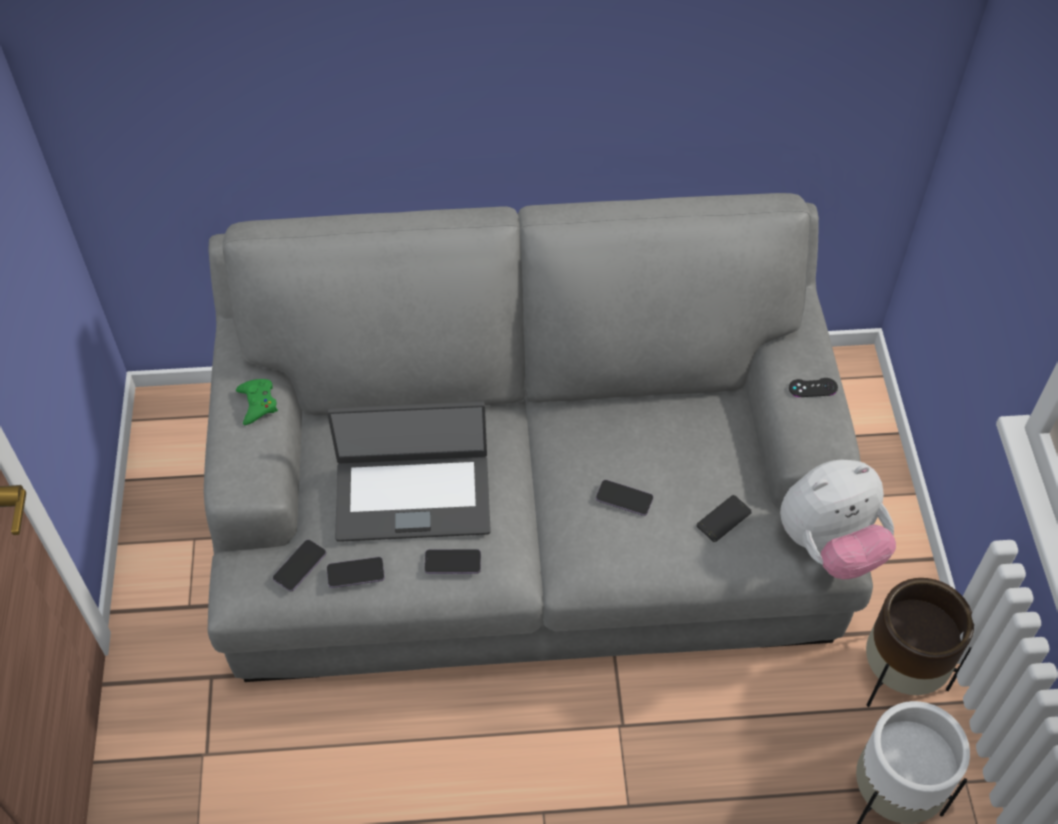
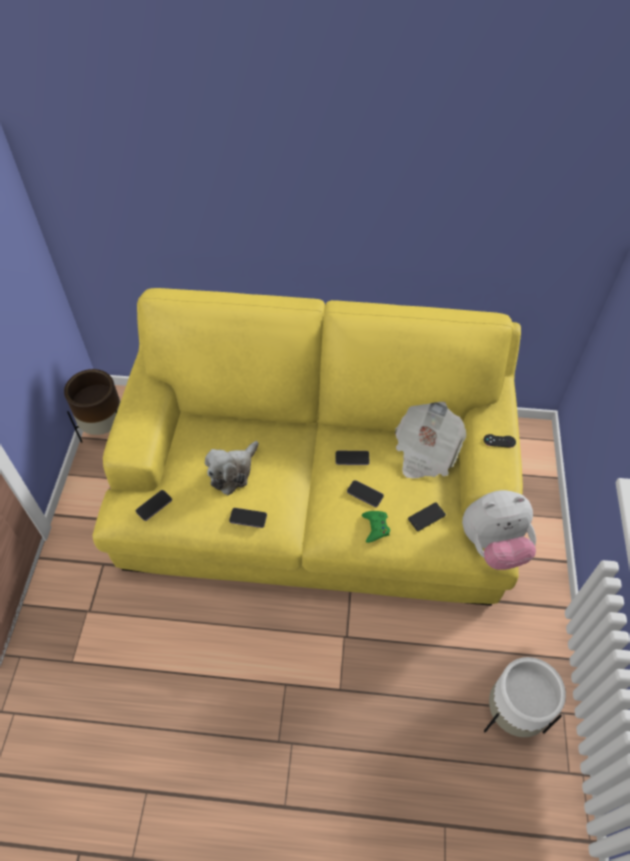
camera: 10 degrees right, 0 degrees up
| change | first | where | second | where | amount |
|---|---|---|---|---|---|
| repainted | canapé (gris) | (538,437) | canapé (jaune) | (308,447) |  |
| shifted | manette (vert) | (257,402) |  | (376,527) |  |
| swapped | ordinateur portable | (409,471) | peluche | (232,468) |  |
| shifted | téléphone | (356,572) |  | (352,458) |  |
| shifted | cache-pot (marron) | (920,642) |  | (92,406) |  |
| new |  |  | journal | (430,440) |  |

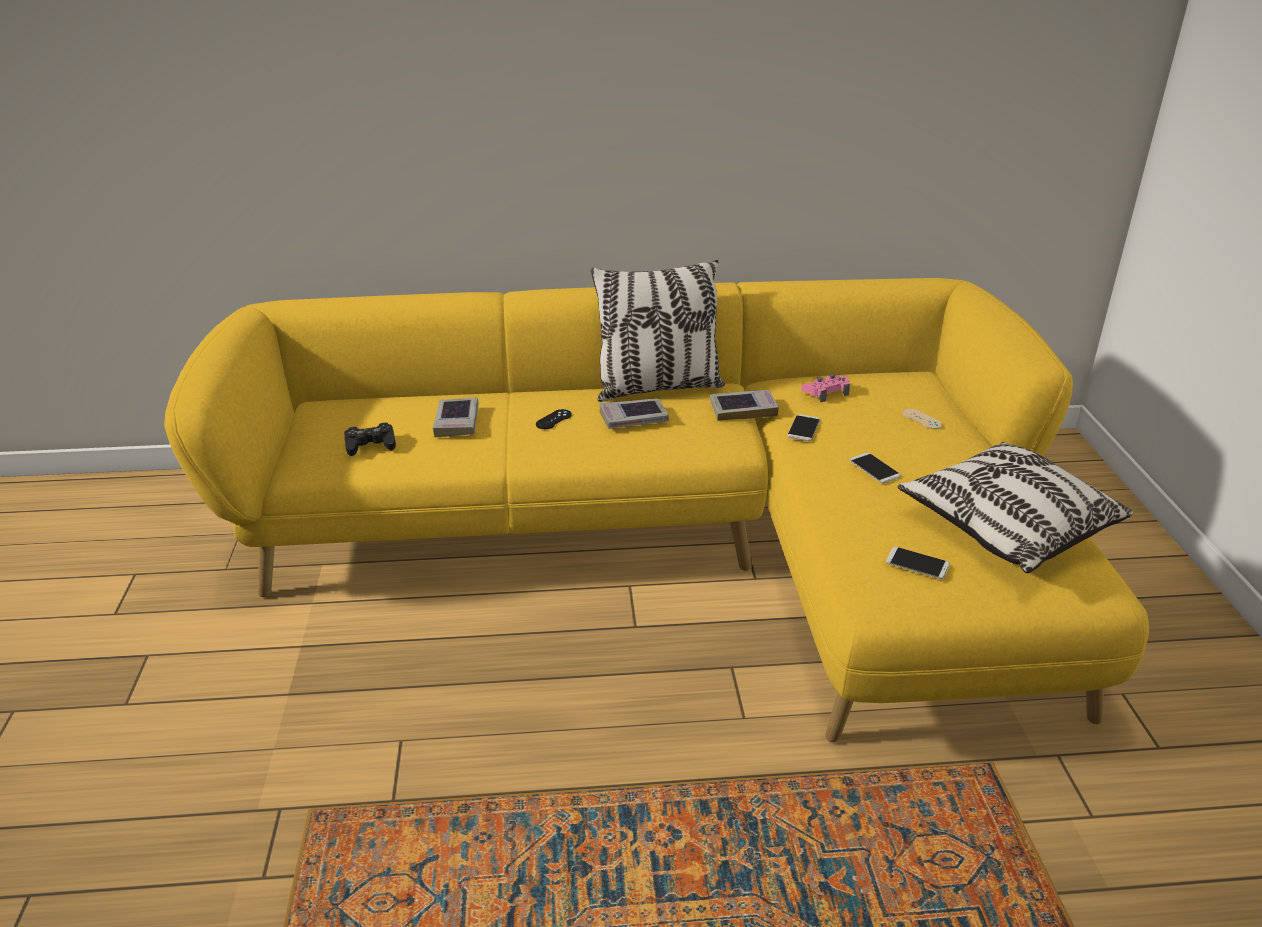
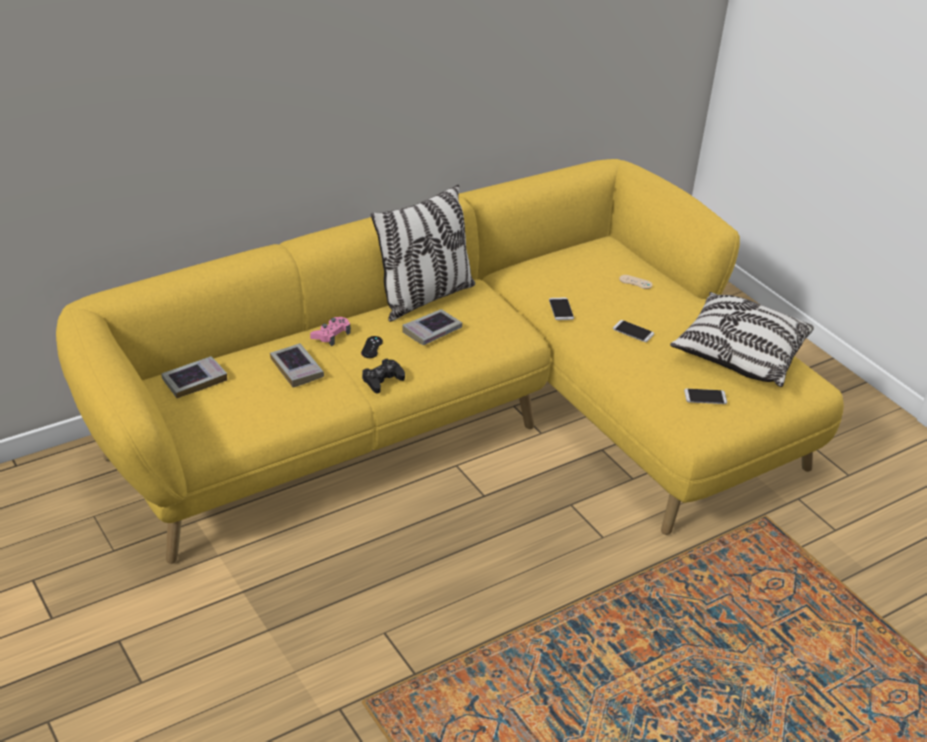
camera: 30 degrees left, 5 degrees up
| change | first | where | second | where | amount |
|---|---|---|---|---|---|
| shifted | manette (noir) | (370,439) |  | (383,376) |  |
| shifted | livre | (744,405) |  | (194,377) |  |
| shifted | manette (rose) | (825,388) |  | (330,331) |  |

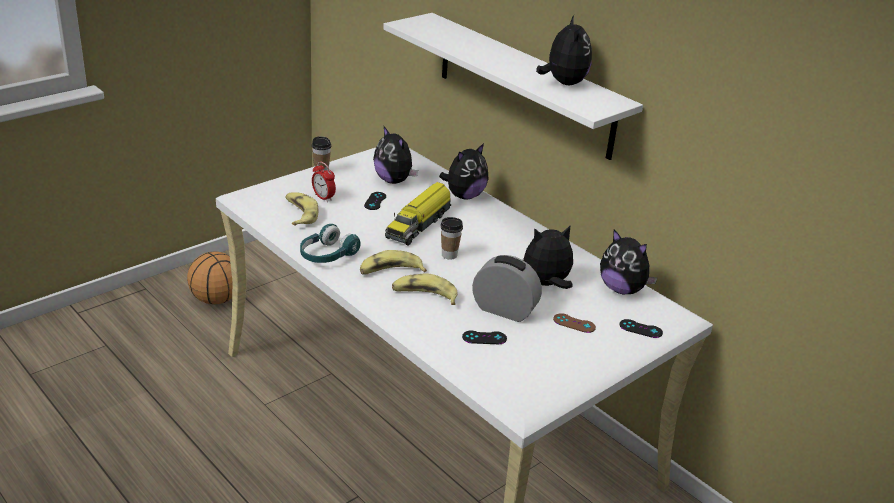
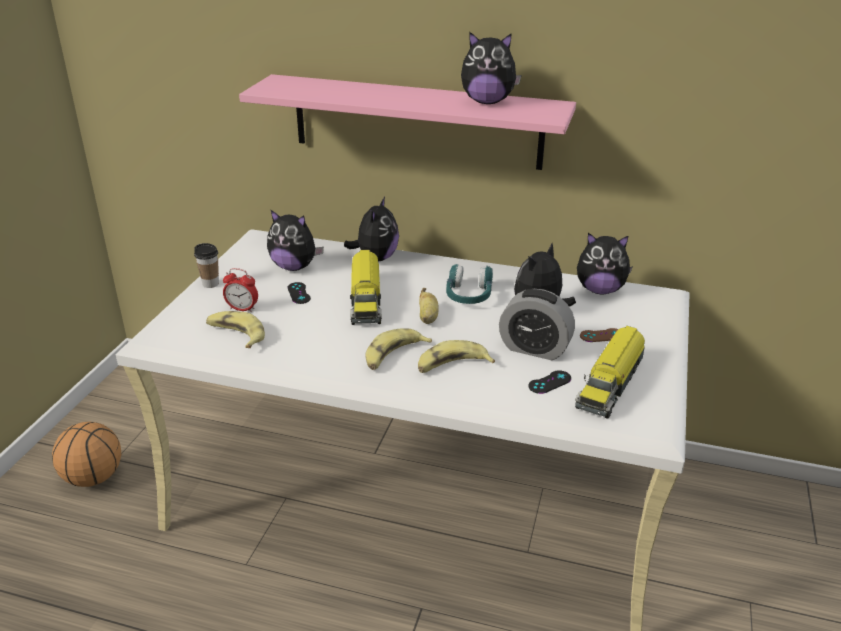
camera: 30 degrees left, 0 degrees up
| change | first | where | second | where | amount |
|---|---|---|---|---|---|
| shifted | casque audio (turquoise) | (330,243) |  | (469,284) |  |
| repainted | étagère (blanc) | (513,86) | étagère (rose) | (407,122) |  |
| swapped | tasse | (451,238) | banane | (429,306) |  |
| rotated | réveil | (507,288) |  | (537,324) | 150 degrees counterclockwise |
| rotated | peluche | (564,50) |  | (491,67) | 135 degrees clockwise |
| gone | manette (noir) | (641,328) |  |  |  |
| new |  |  | camion jouet | (610,372) |  |

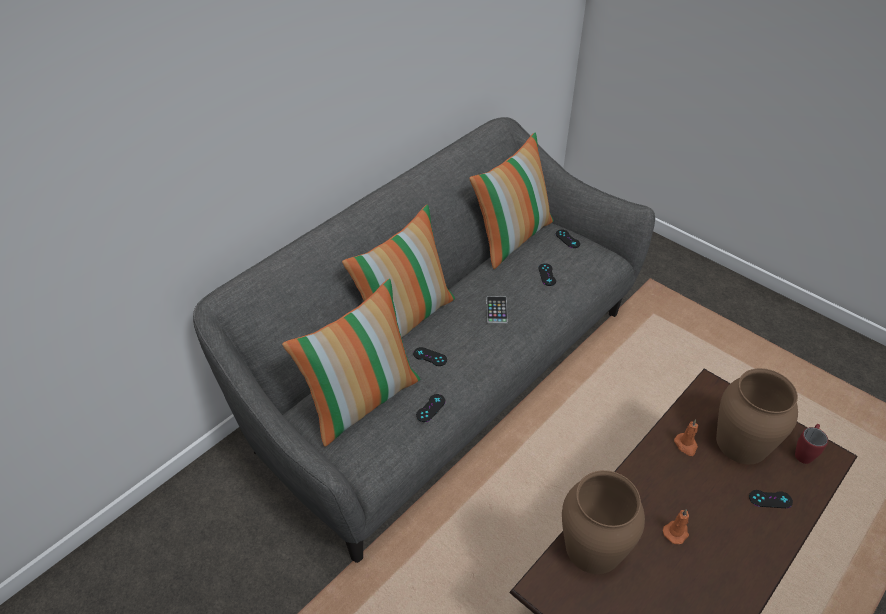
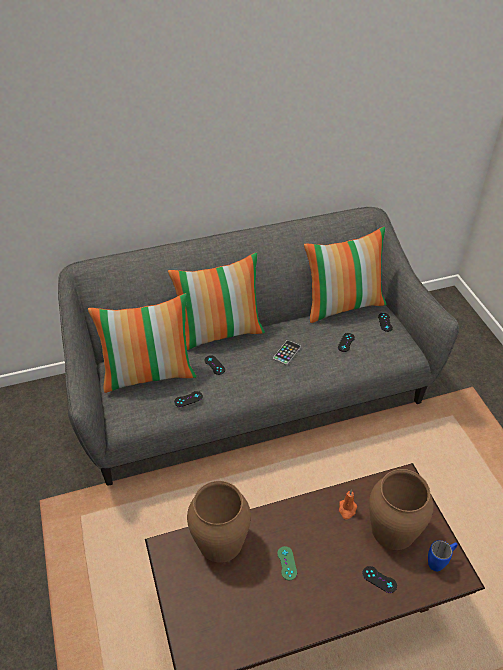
camera: 30 degrees right, 0 degrees up
| change | first | where | second | where | amount |
|---|---|---|---|---|---|
| swapped | bougie (orange) | (676,526) | manette (vert) | (287,563) |  |
| repainted | mug (rouge) | (811,444) | mug (bleu) | (443,555) |  |

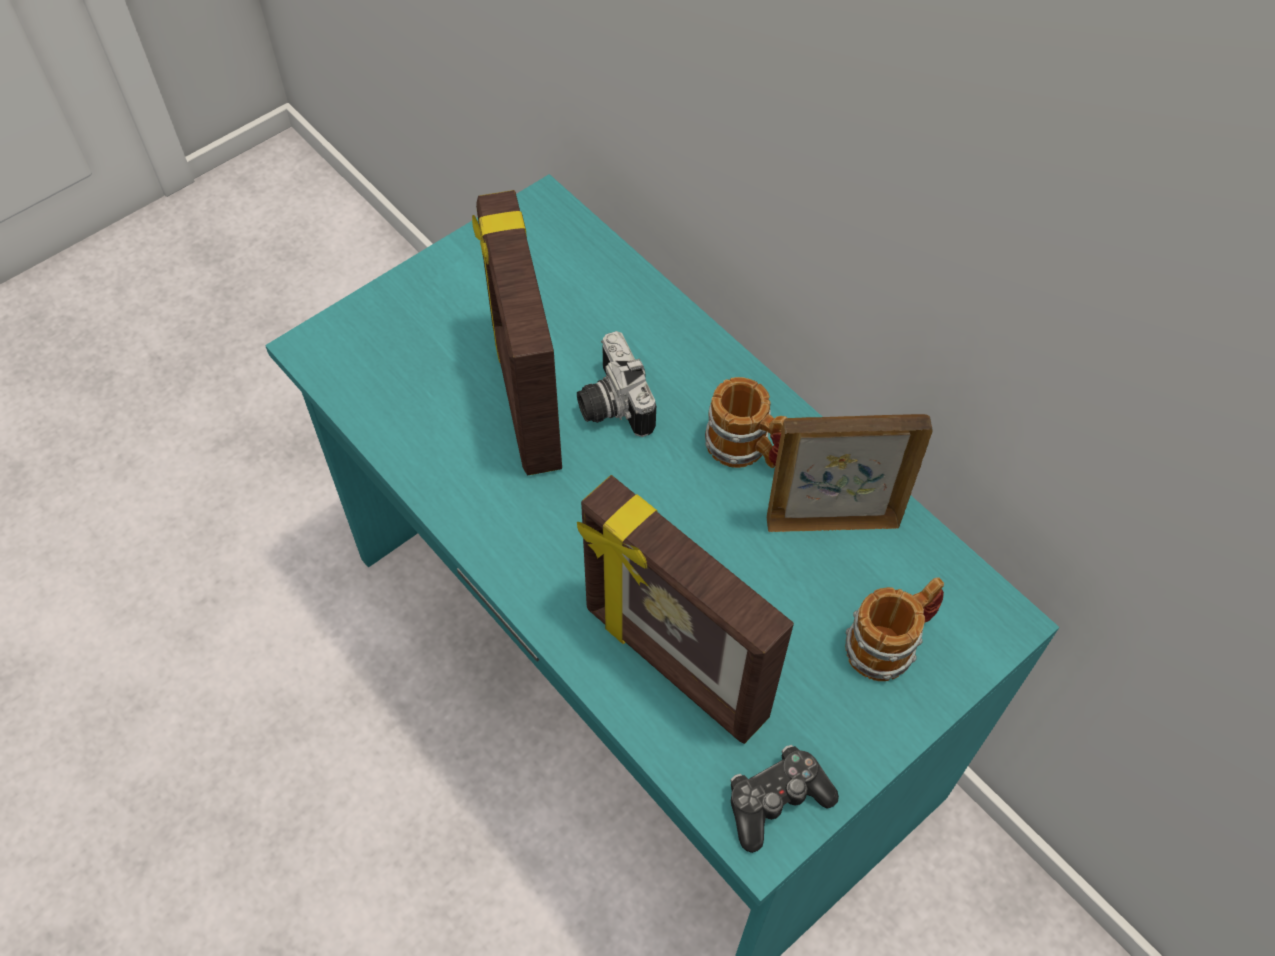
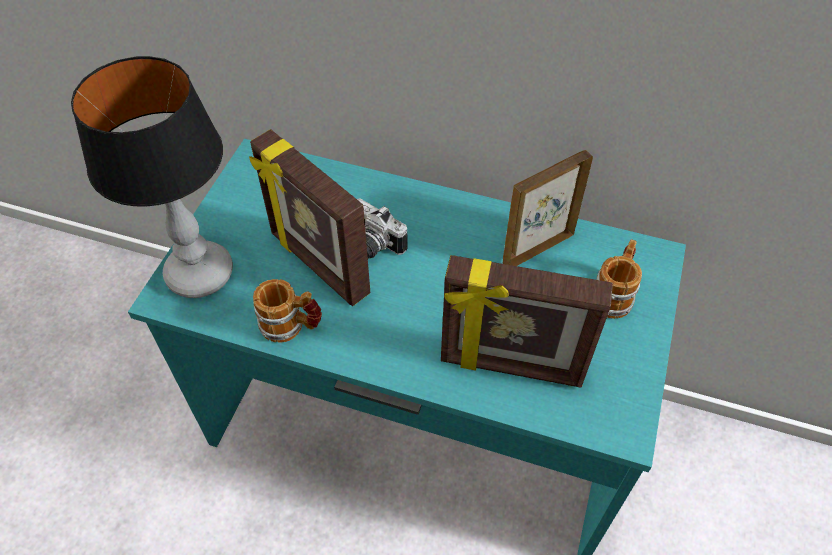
camera: 30 degrees left, 5 degrees down
| change | first | where | second | where | amount |
|---|---|---|---|---|---|
| shifted | mug | (746,422) |  | (287,311) |  |
| gone | manette | (784,799) |  |  |  |
| new |  |  | lampe de table | (152,177) |  |

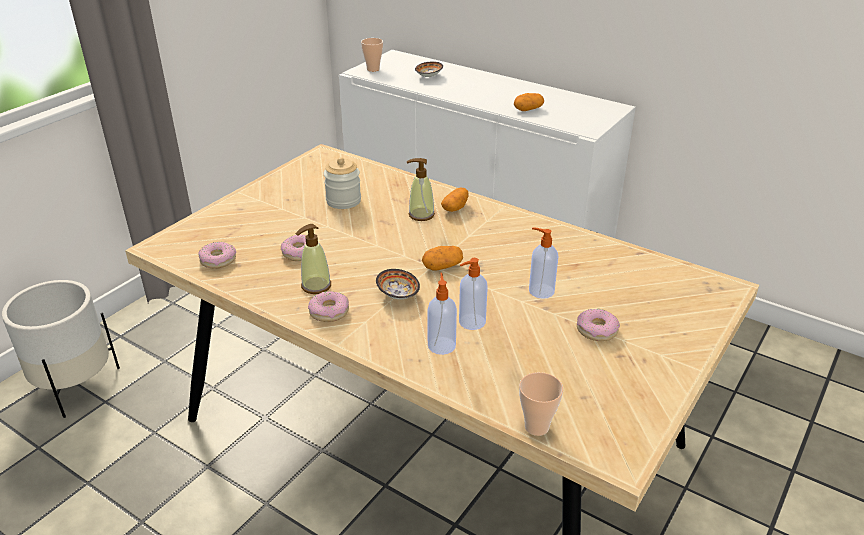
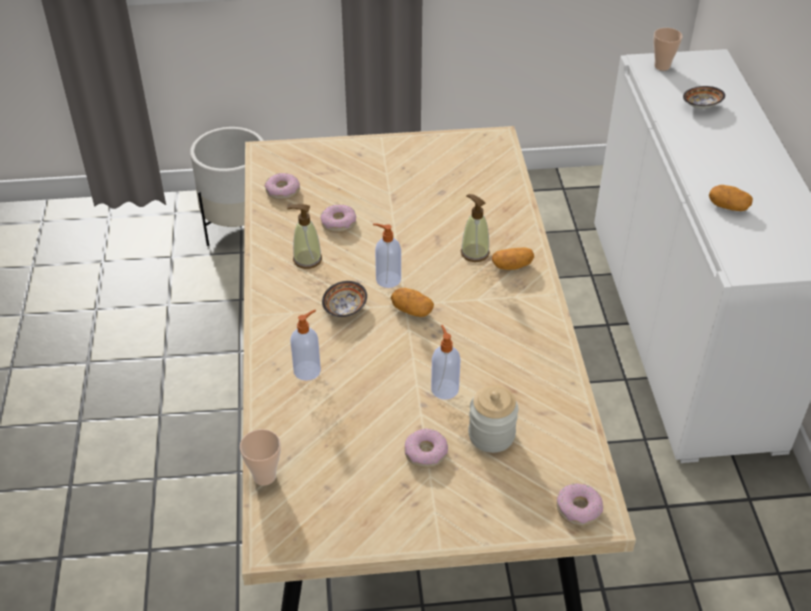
camera: 50 degrees right, 10 degrees up
| change | first | where | second | where | amount |
|---|---|---|---|---|---|
| shifted | beignet | (328,306) |  | (579,504) |  |
| shifted | bocal | (342,183) |  | (493,419) |  |
| shifted | distributeur de savon | (473,294) |  | (387,255) |  |

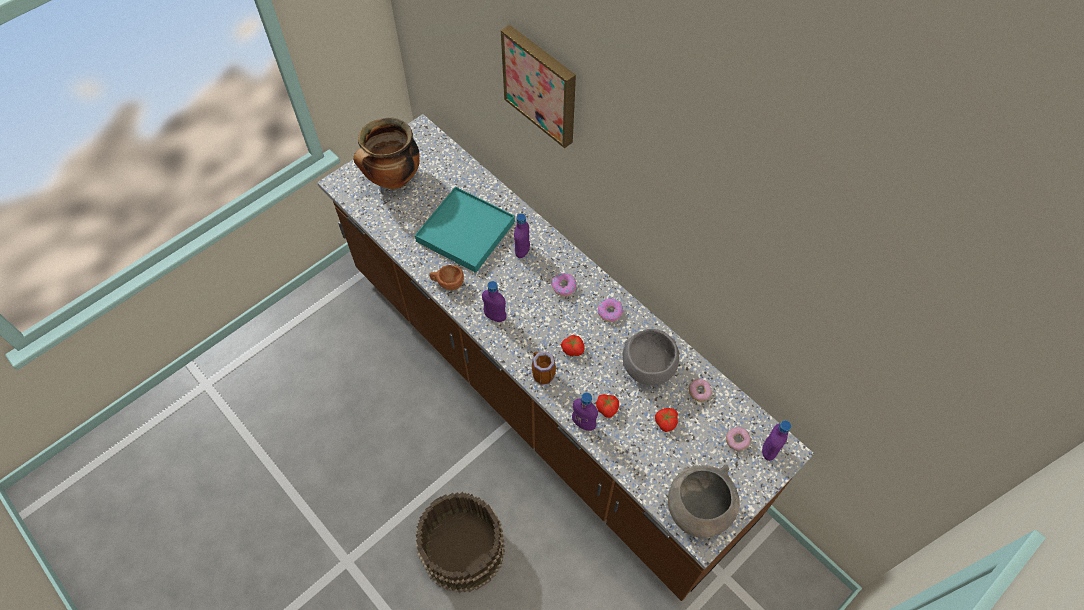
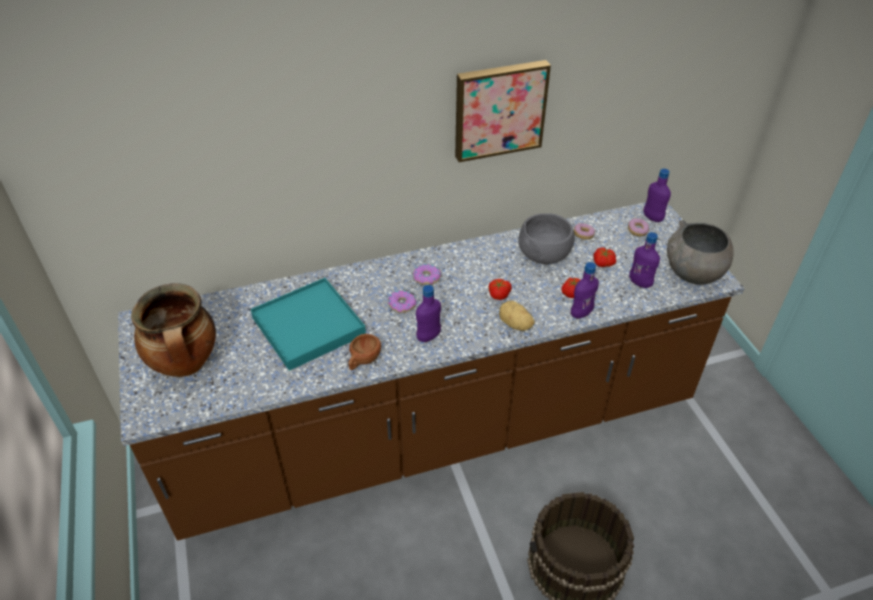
camera: 65 degrees left, 15 degrees down
| change | first | where | second | where | amount |
|---|---|---|---|---|---|
| shifted | tableau | (538,86) |  | (503,111) |  |
| shifted | bouteille (violet) | (522,235) |  | (644,260) |  |
| swapped | mug | (544,369) | pomme de terre | (517,316) |  |
| shifted | beignet | (610,310) |  | (402,301) |  |

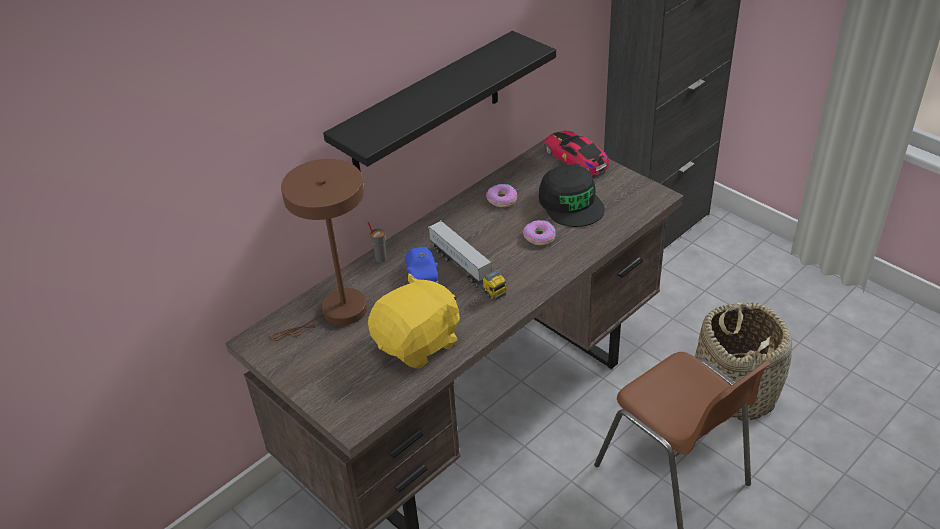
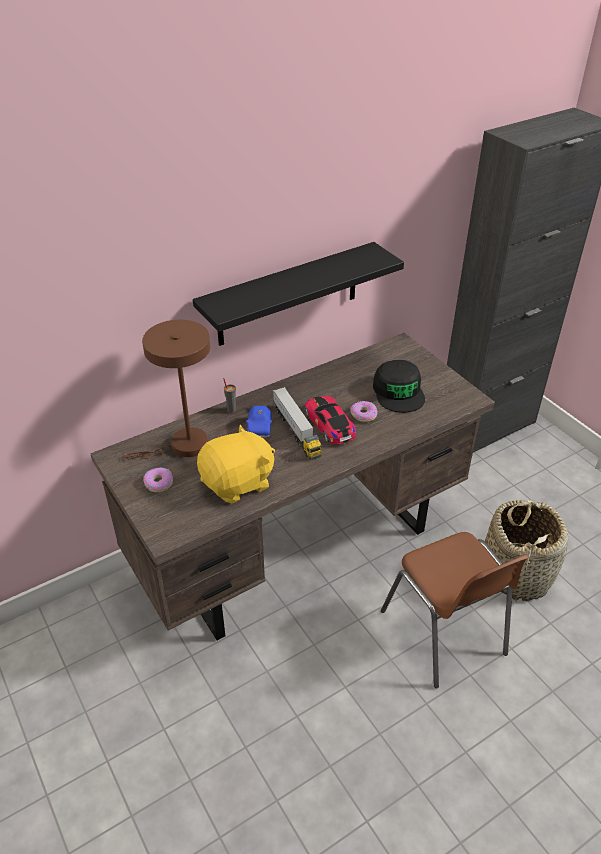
camera: 10 degrees right, 0 degrees up
| change | first | where | second | where | amount |
|---|---|---|---|---|---|
| shifted | beignet | (501,195) |  | (158,480) |  |
| shifted | petite voiture | (576,153) |  | (330,420) |  |

